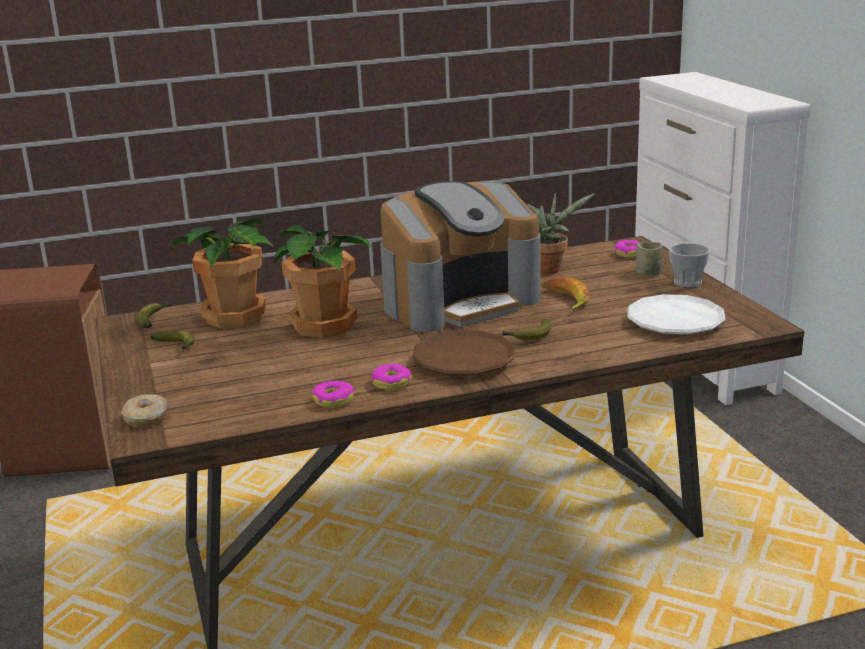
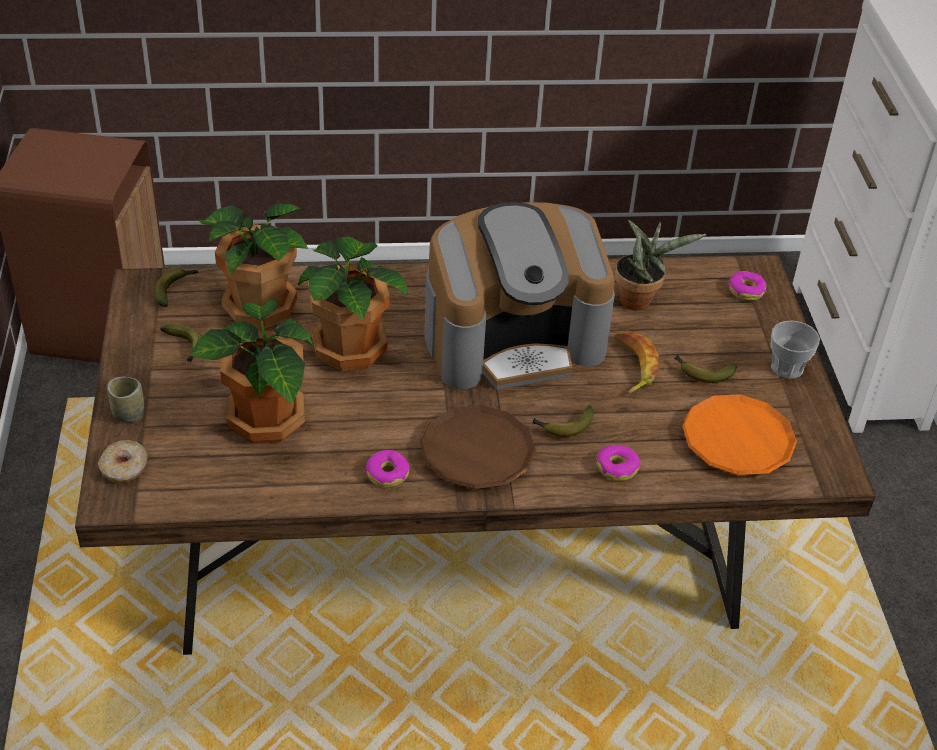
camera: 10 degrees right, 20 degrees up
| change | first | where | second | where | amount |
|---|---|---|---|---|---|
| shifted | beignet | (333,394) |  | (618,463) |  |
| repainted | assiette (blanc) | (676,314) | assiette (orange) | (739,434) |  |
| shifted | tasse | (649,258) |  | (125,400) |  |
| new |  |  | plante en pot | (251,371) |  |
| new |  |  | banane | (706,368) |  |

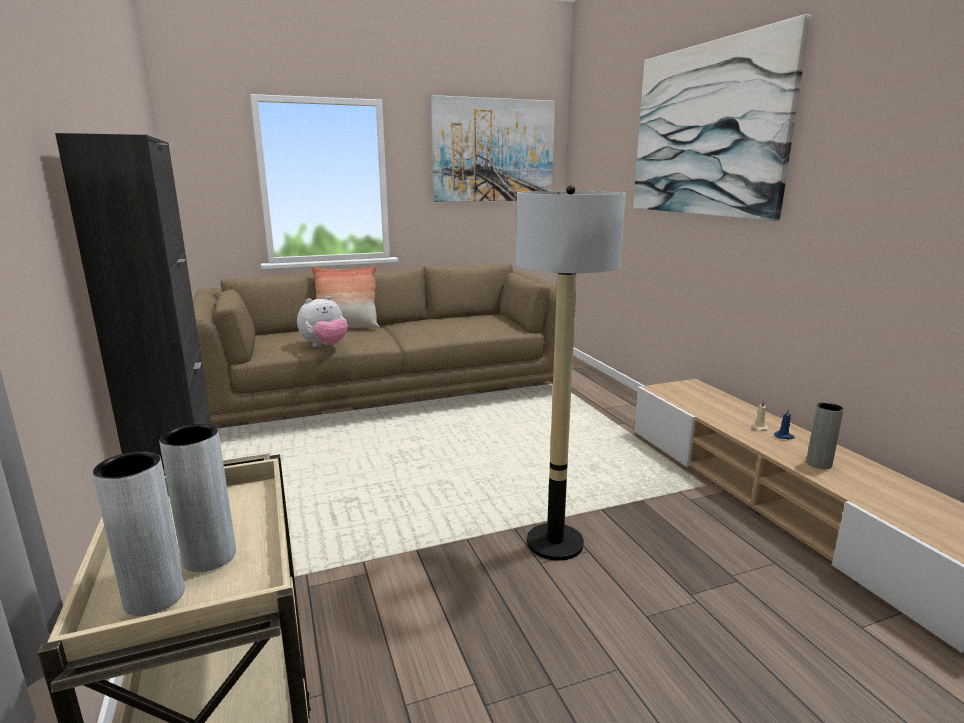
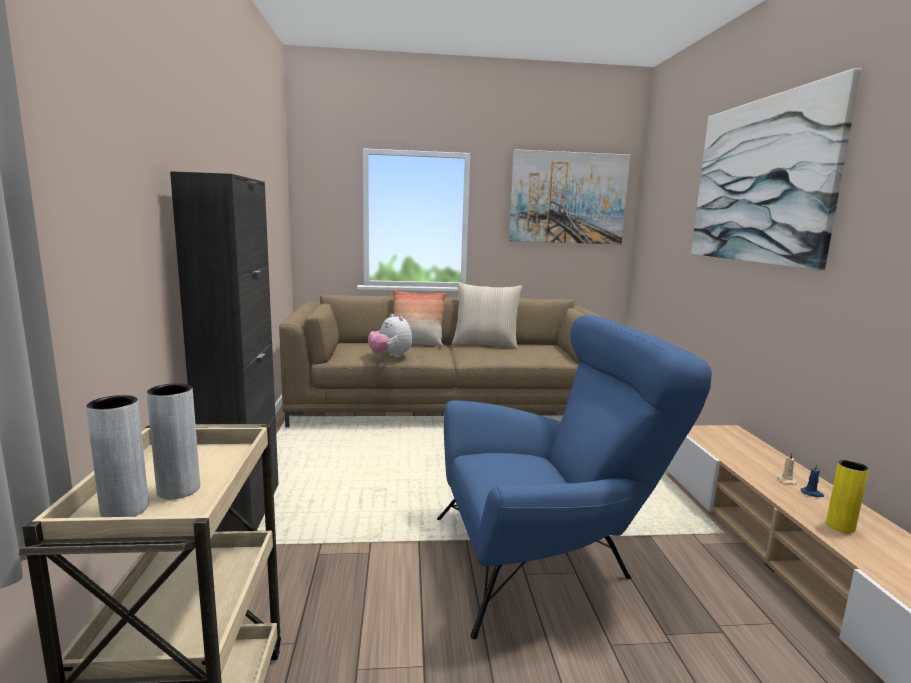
camera: 15 degrees right, 5 degrees down
| change | first | where | second | where | amount |
|---|---|---|---|---|---|
| rotated | peluche | (322,321) |  | (390,336) | 75 degrees clockwise |
| swapped | lampadaire | (571,373) | fauteuil (bleu) | (574,477) |  |
| repainted | vase (gris) | (825,435) | vase (jaune) | (847,496) |  |
| new |  |  | coussin (beige) | (487,316) |  |

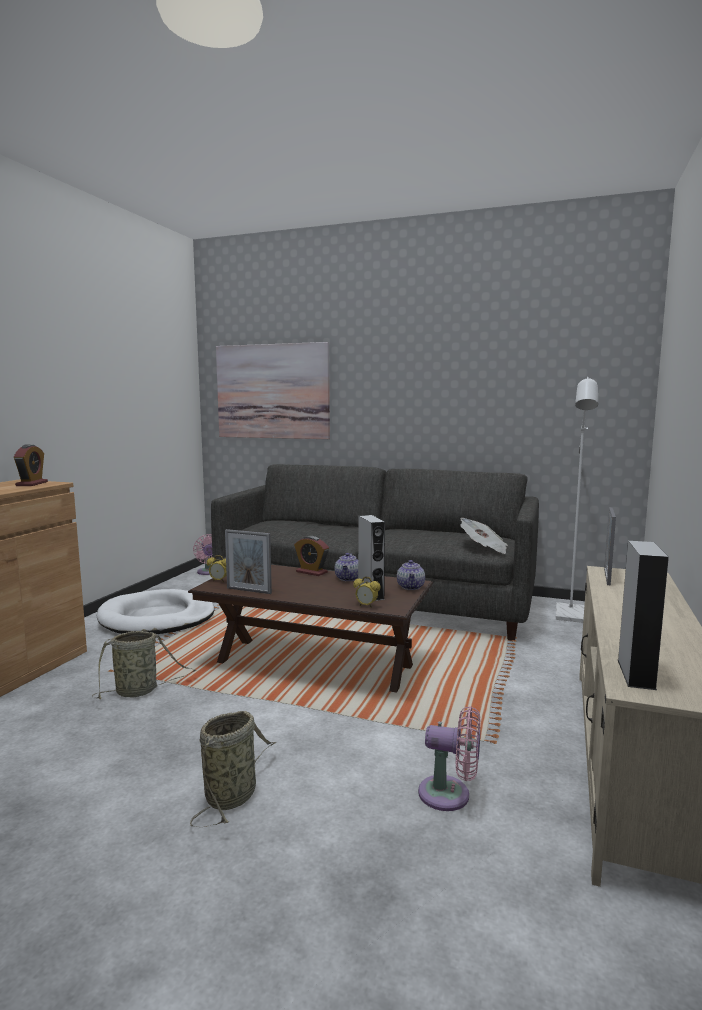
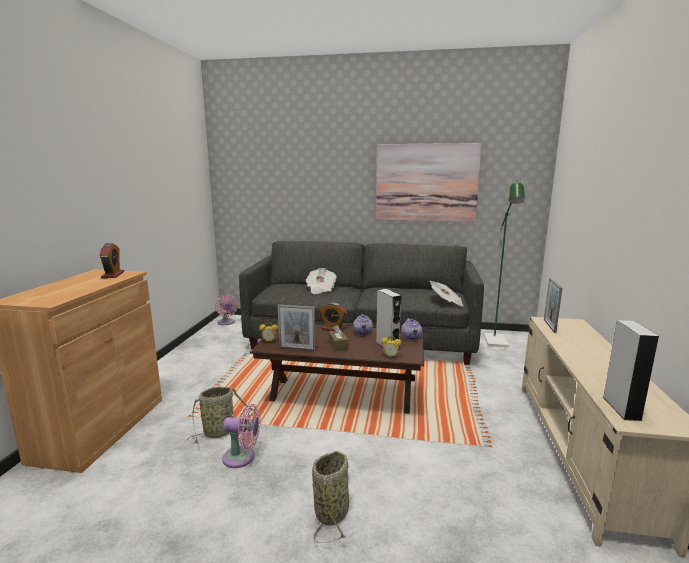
camera: 10 degrees left, 5 degrees up
| change | first | where | second | where | amount |
|---|---|---|---|---|---|
| gone | panier pour chien (blanc) | (156,611) |  |  |  |
| shifted | tableau | (273,390) |  | (429,182) |  |
| shifted | ventilateur (rose) | (449,758) |  | (241,436) |  |
| repainted | lampadaire (blanc) | (577,500) | lampadaire (vert) | (504,263) |  |
| new |  |  | journal | (321,281) |  |
| new |  |  | boîte à mouchoirs (marron) | (338,338) |  |

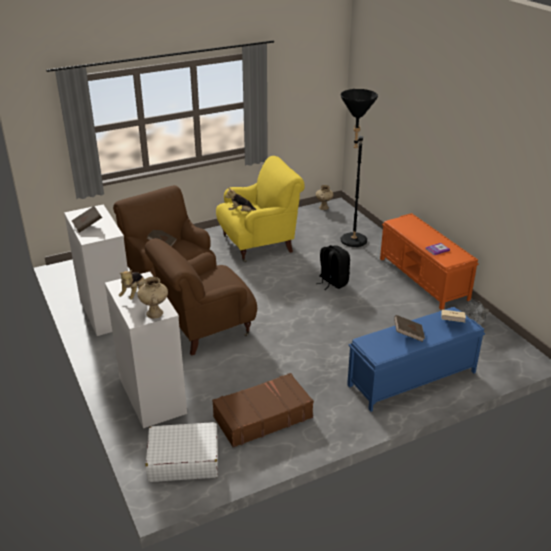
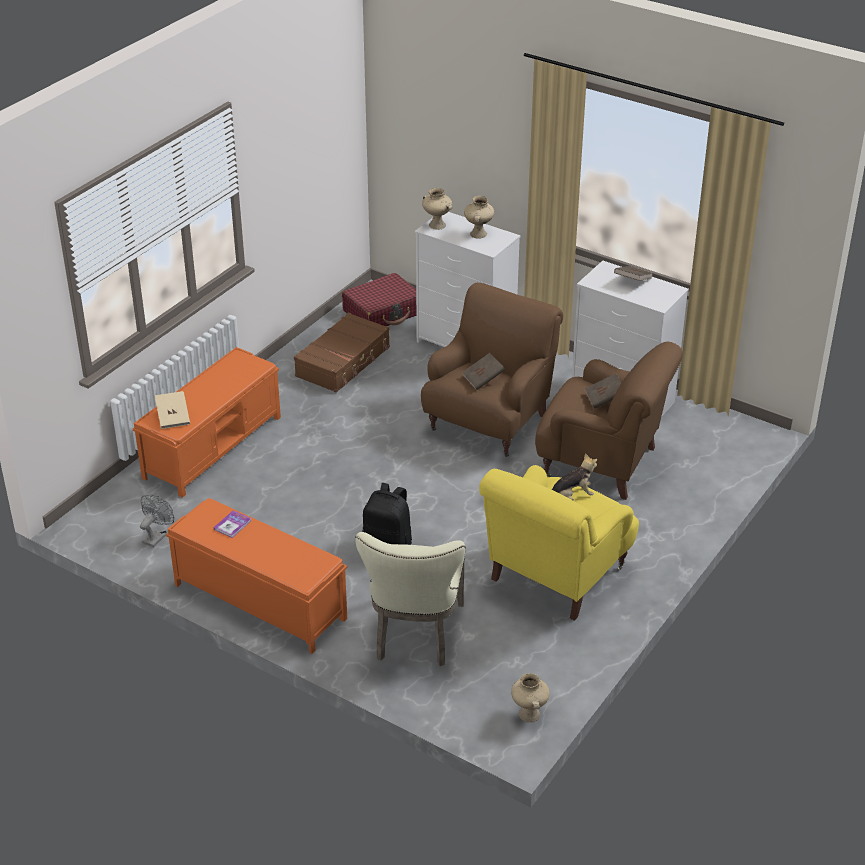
camera: 150 degrees right, 5 degrees up
| change | first | where | second | where | amount |
|---|---|---|---|---|---|
| swapped | peluche | (132,284) | vase (beige) | (479,217) |  |
| repainted | valise (blanc) | (181,452) | valise (rouge) | (379,299) |  |
| swapped | lampadaire (noir) | (359,168) | chaise (beige) | (410,599) |  |
| repainted | banc (bleu) | (416,359) | banc (orange) | (207,422) |  |
| shifted | livre (marron) | (409,328) |  | (483,371) |  |

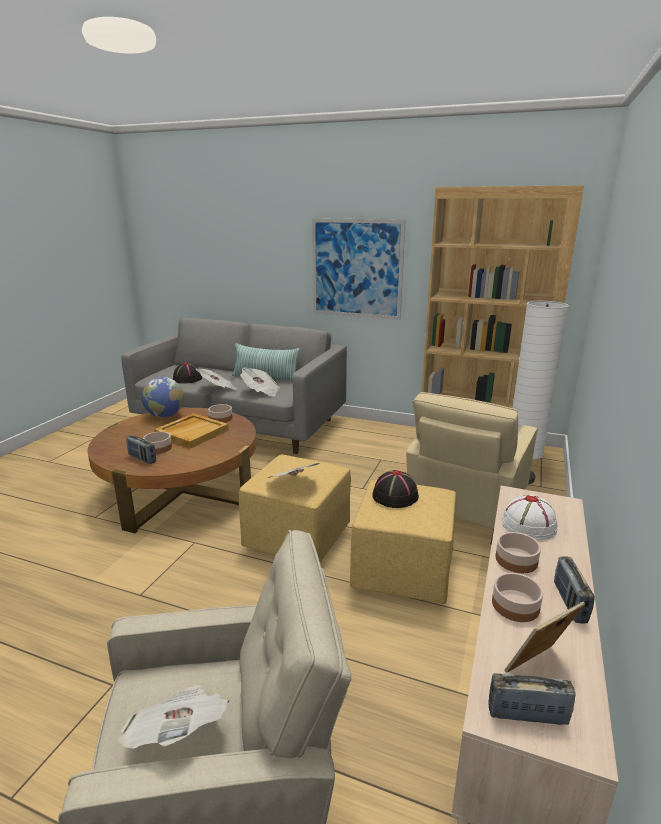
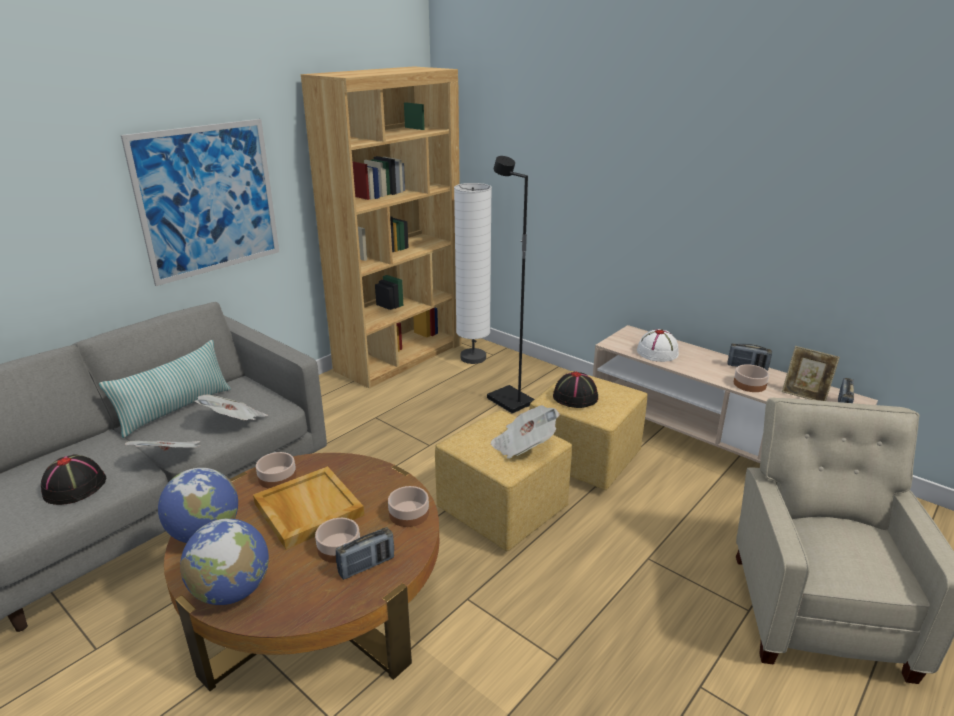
camera: 70 degrees left, 5 degrees up
| change | first | where | second | where | amount |
|---|---|---|---|---|---|
| gone | journal | (173,716) |  |  |  |
| swapped | fauteuil (beige) | (472,468) | lampadaire (noir) | (511,285) |  |
| shifted | bol | (518,552) |  | (408,506) |  |
| rotated | cadre photo | (545,637) |  | (811,373) | 45 degrees counterclockwise |
| new |  |  | globe | (224,561) |  |

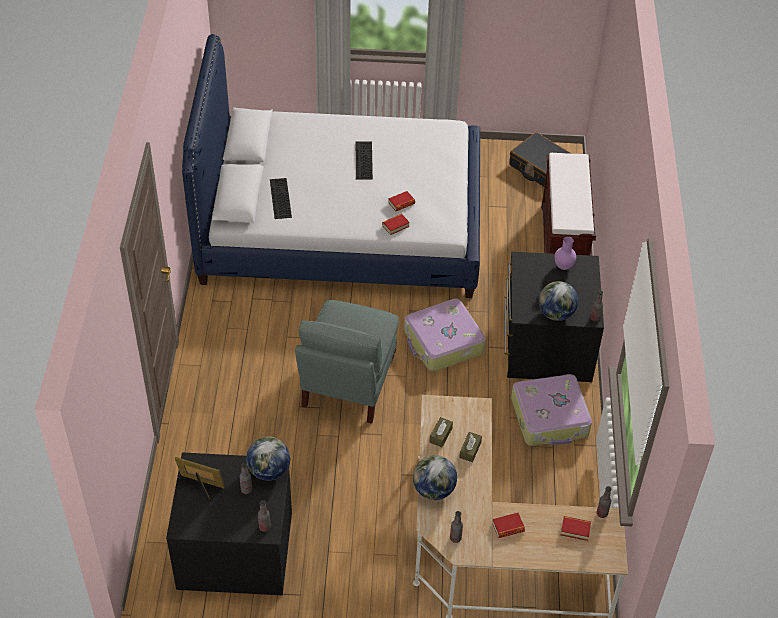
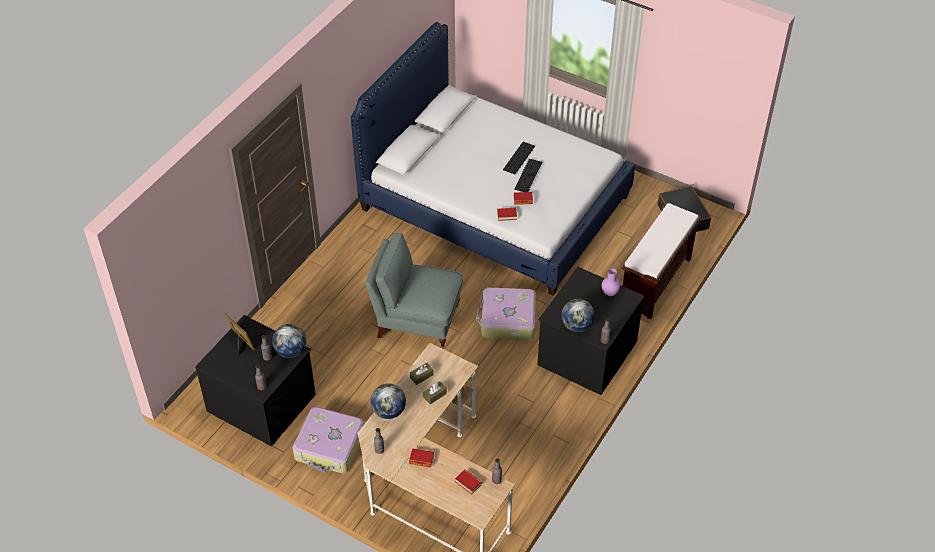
camera: 30 degrees right, 0 degrees up
| change | first | where | second | where | amount |
|---|---|---|---|---|---|
| shifted | clavier | (281,198) |  | (528,175) |  |
| rotated | fauteuil (gris) | (347,362) |  | (414,291) | 60 degrees clockwise |
| shifted | valise | (551,410) |  | (328,440) |  |

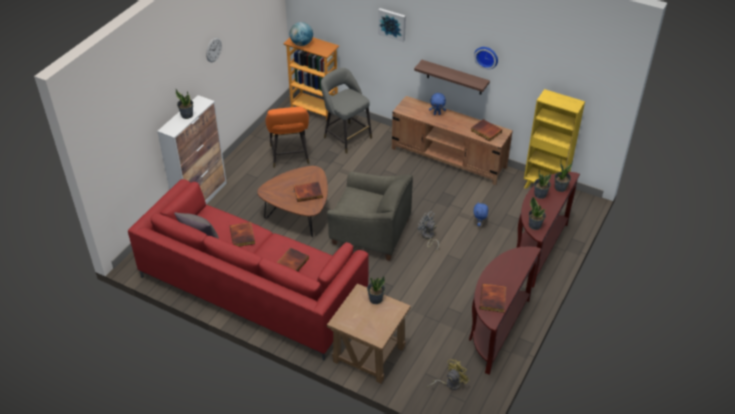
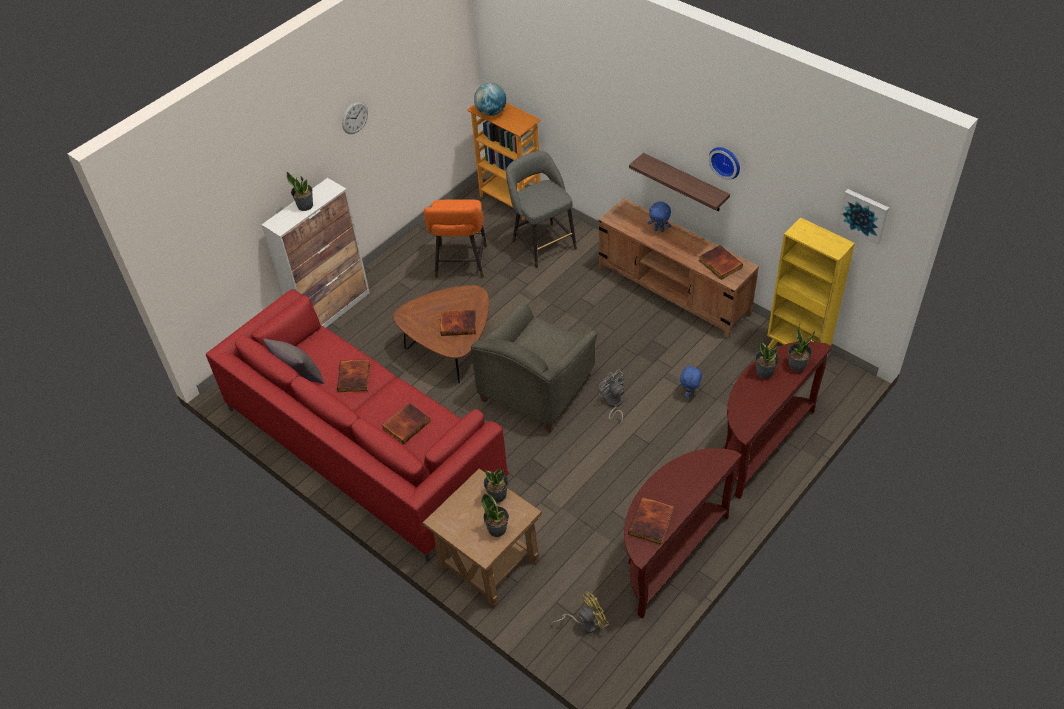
camera: 15 degrees right, 5 degrees up
| change | first | where | second | where | amount |
|---|---|---|---|---|---|
| rotated | fauteuil (gris) | (370,216) |  | (534,366) | 90 degrees clockwise |
| shifted | tableau | (392,25) |  | (863,217) |  |
| shifted | plante en pot | (537,213) |  | (495,515) |  |

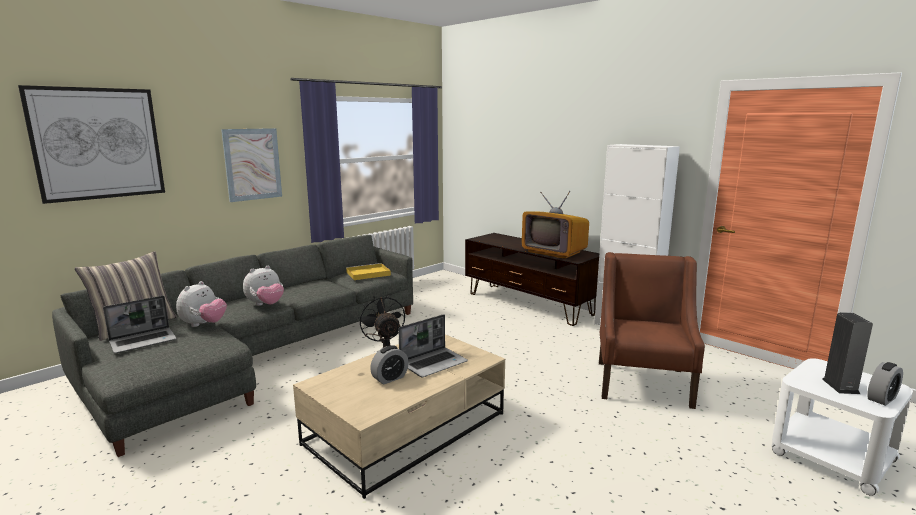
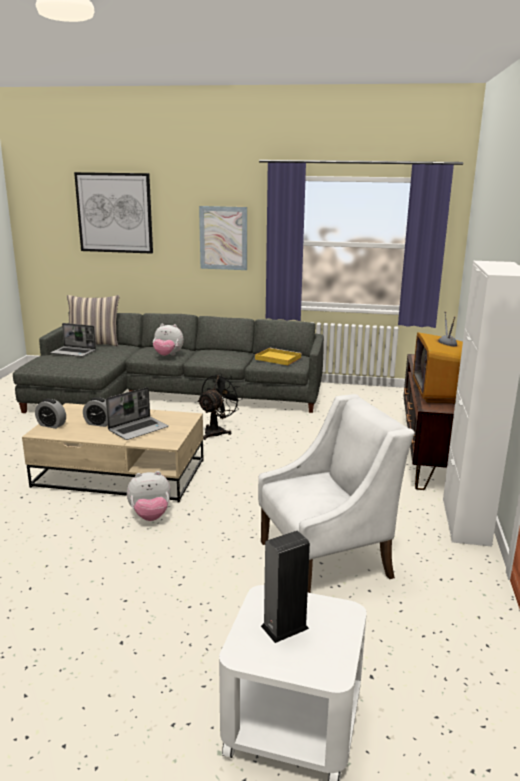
camera: 55 degrees right, 5 degrees up
| change | first | where | second | where | amount |
|---|---|---|---|---|---|
| shifted | peluche | (201,304) |  | (149,496) |  |
| rotated | ordinateur portable | (433,345) |  | (137,413) | 60 degrees counterclockwise |
| repainted | fauteuil (marron) | (652,330) | fauteuil (blanc) | (336,493) |  |
| shifted | réveil | (885,384) |  | (50,414) |  |

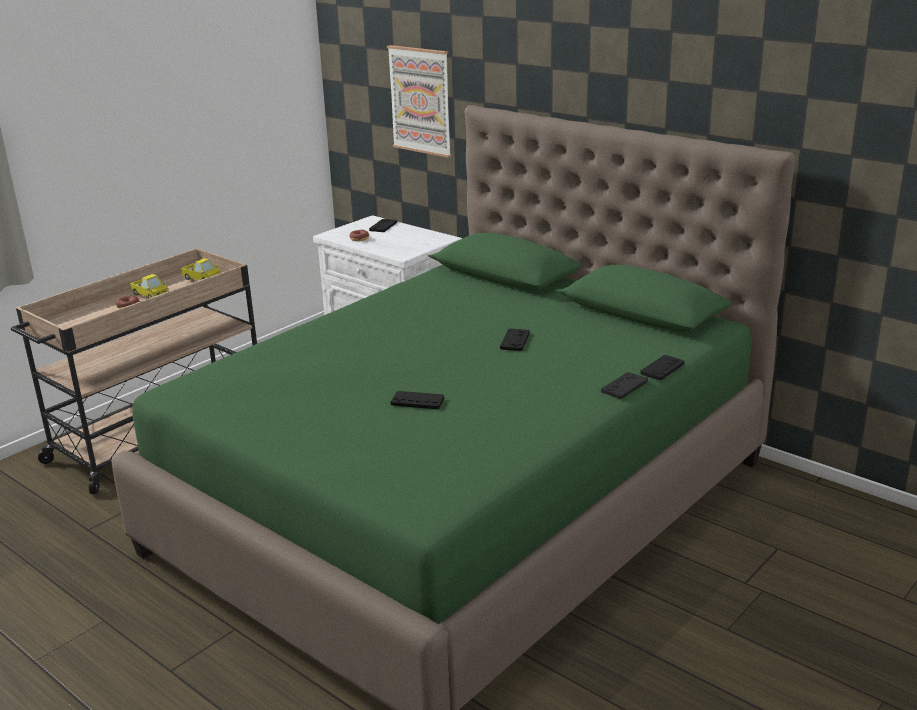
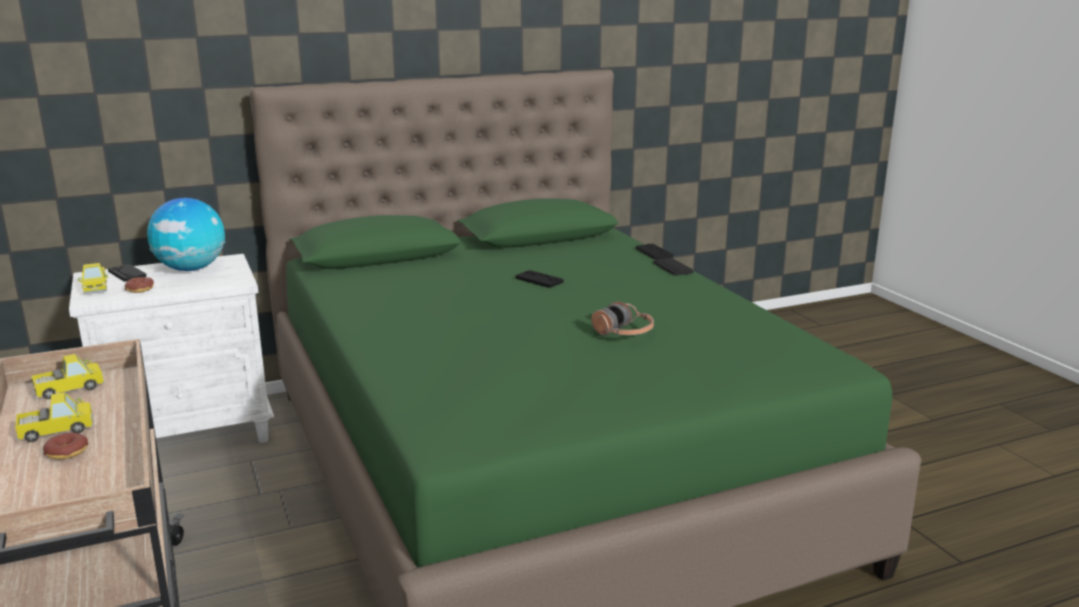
camera: 65 degrees left, 5 degrees down
| change | first | where | second | where | amount |
|---|---|---|---|---|---|
| gone | tableau | (419,101) |  |  |  |
| swapped | manette (noir) | (417,400) | casque audio | (622,318) |  |
| new |  |  | camion jouet | (93,278) |  |
| new |  |  | globe | (186,234) |  |

